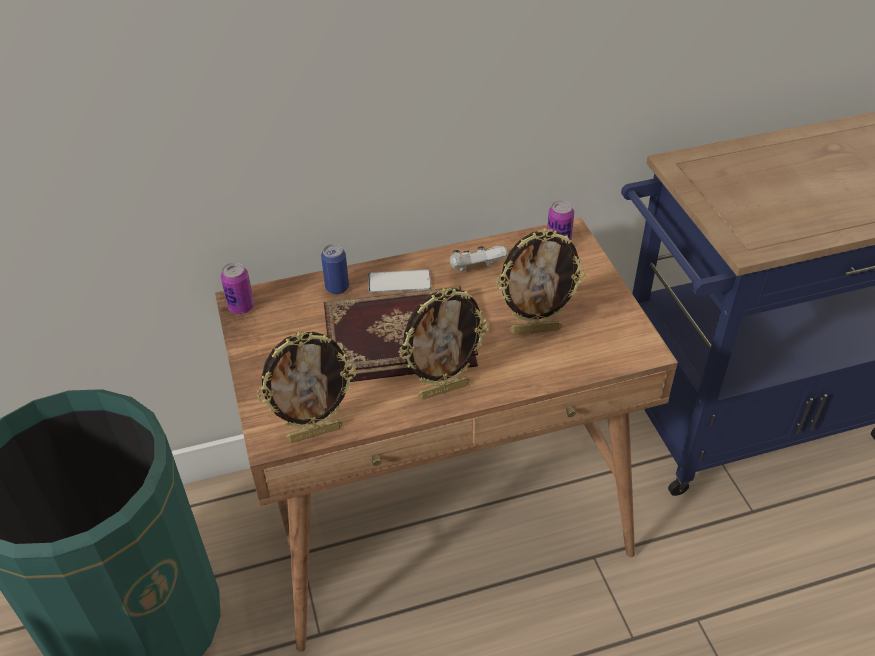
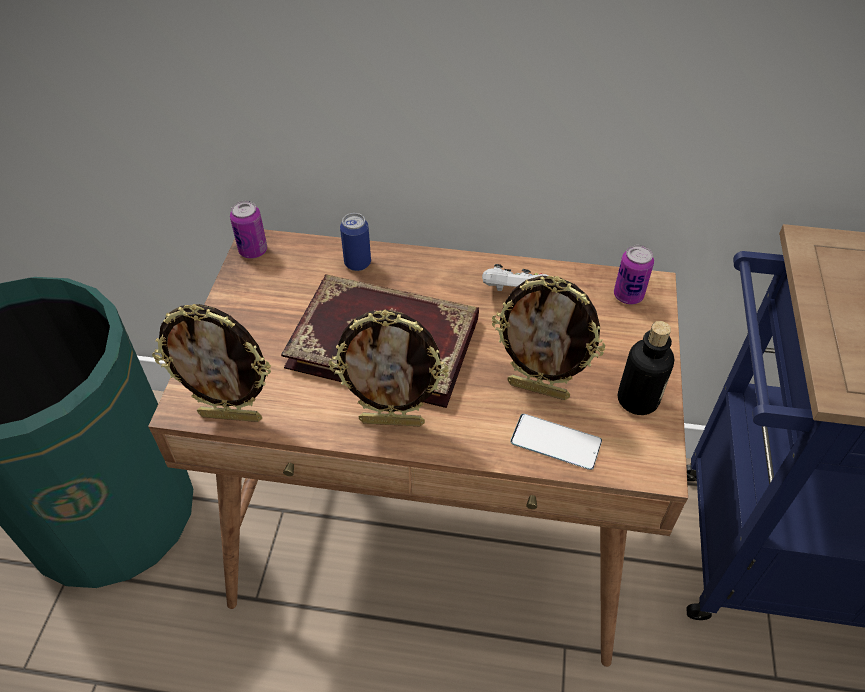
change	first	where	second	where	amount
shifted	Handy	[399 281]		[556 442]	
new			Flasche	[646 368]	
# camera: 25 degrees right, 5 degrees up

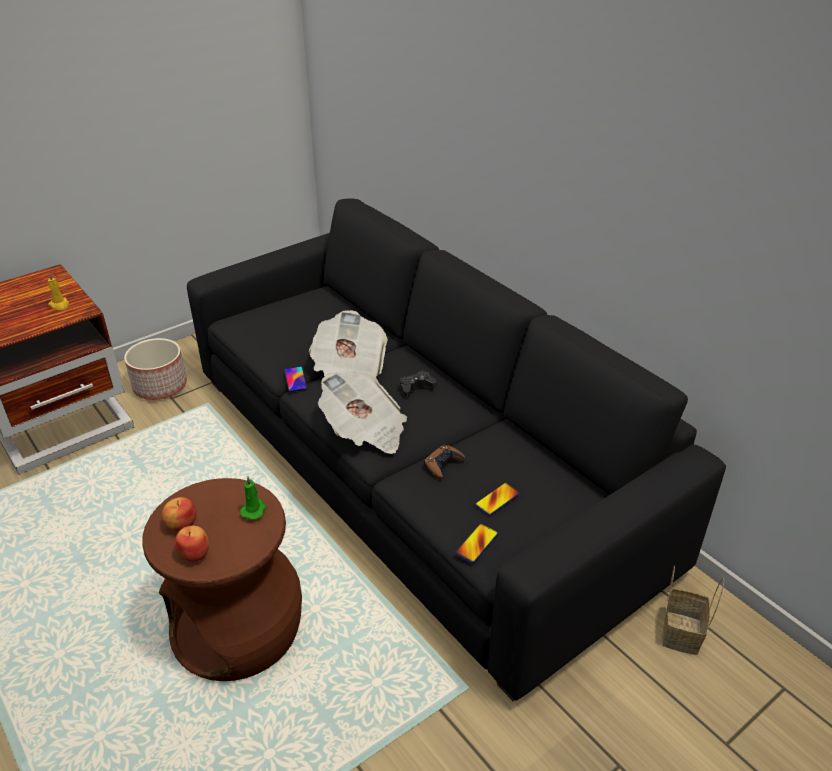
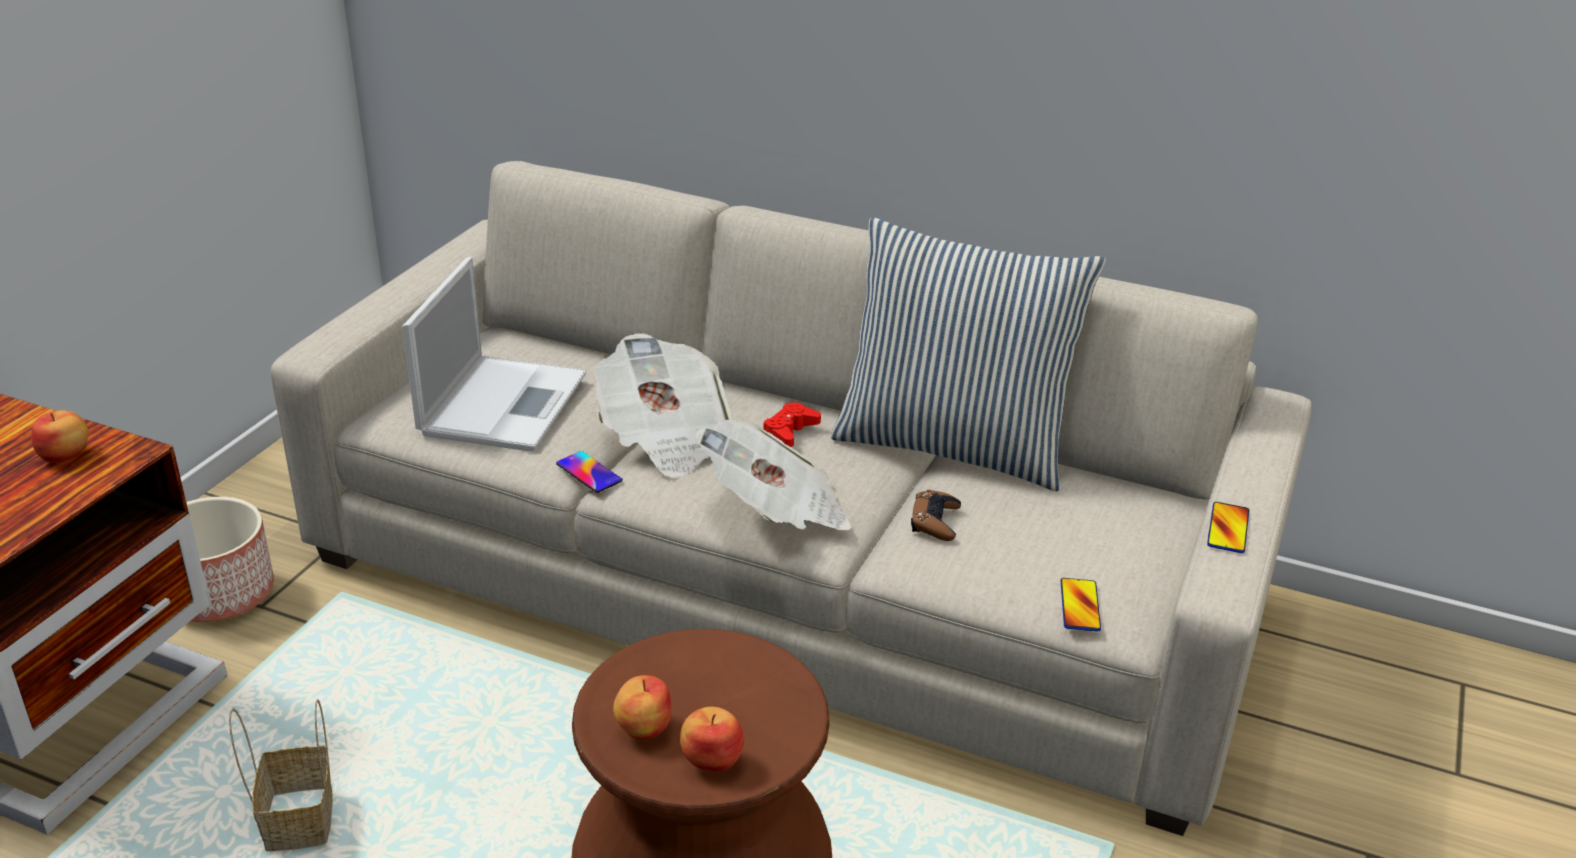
change	first	where	second	where	amount
swapped	Kerze [gelb]	[58 291]	Apfel	[60 436]	
shifted	Korb	[693 610]		[281 775]	
repainted	Sofa [schwarz]	[456 449]	Sofa [beige]	[791 498]	
new			Laptop	[494 354]	
repainted	Gamepad [schwarz]	[418 383]	Gamepad [rot]	[792 424]	
new			Kissen	[968 354]	
shifted	Handy	[497 499]		[1228 527]	
gone	Kerze [grün]	[253 498]			
# camera: 30 degrees left, 5 degrees down

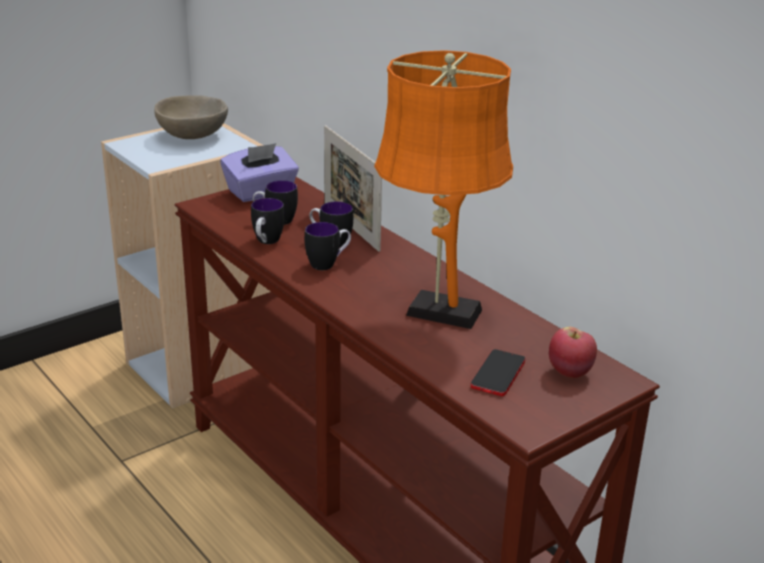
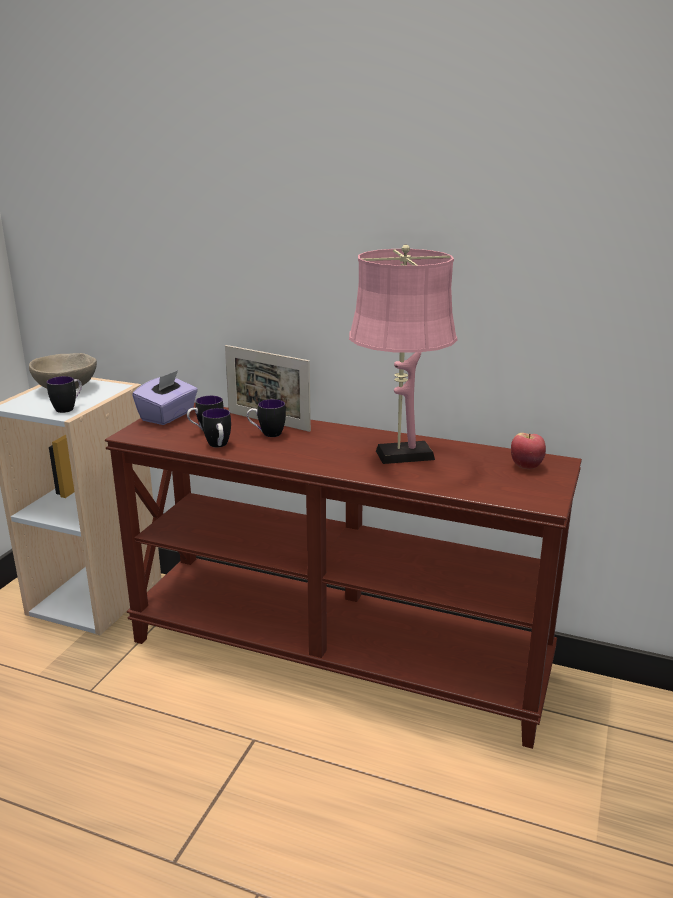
change	first	where	second	where	amount
shifted	Henkelbecher	[328 246]		[64 394]	
repainted	Tischlampe [orange]	[443 189]	Tischlampe [rosa]	[403 354]	
gone	Handy	[498 372]			
# camera: 30 degrees left, 5 degrees down

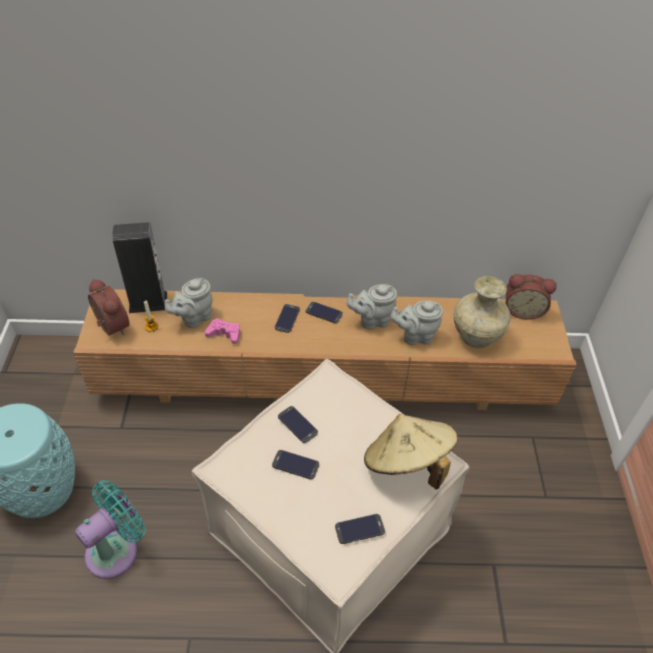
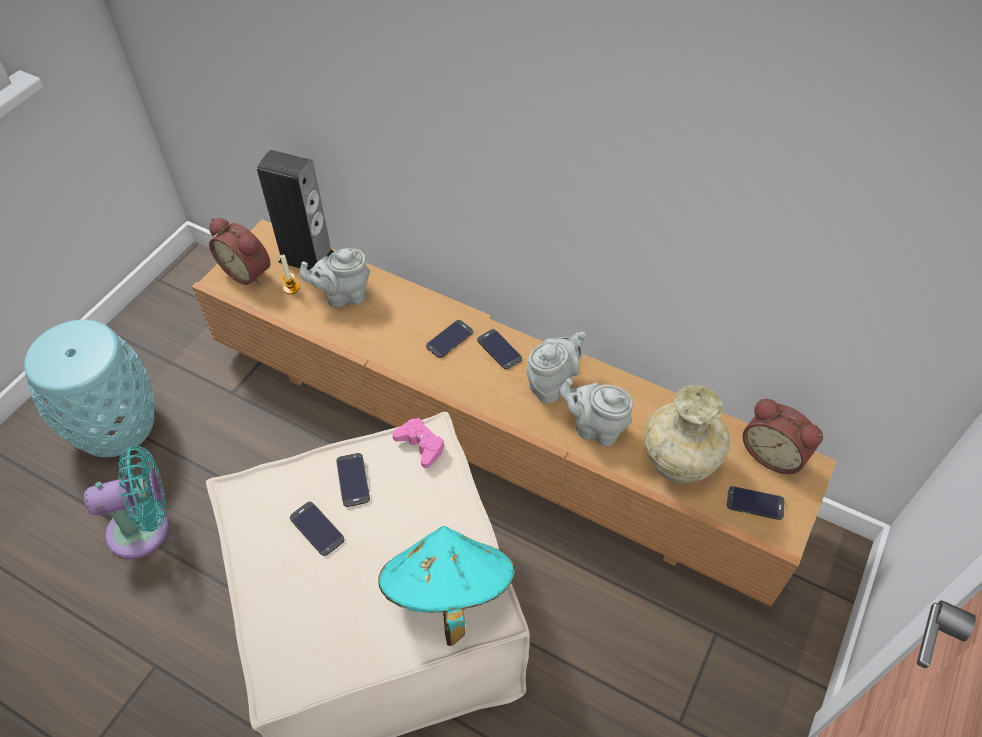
change	first	where	second	where	amount
rotated	Wecker	[109 307]		[239 252]	135 degrees clockwise
repainted	Hut [beige]	[411 452]	Hut [türkis]	[446 586]	
shifted	Gamepad [rosa]	[222 331]		[418 443]	
rotated	Teekanne [grau]	[371 306]		[556 368]	120 degrees clockwise
shifted	Handy	[360 529]		[756 503]	
# camera: 30 degrees right, 5 degrees up

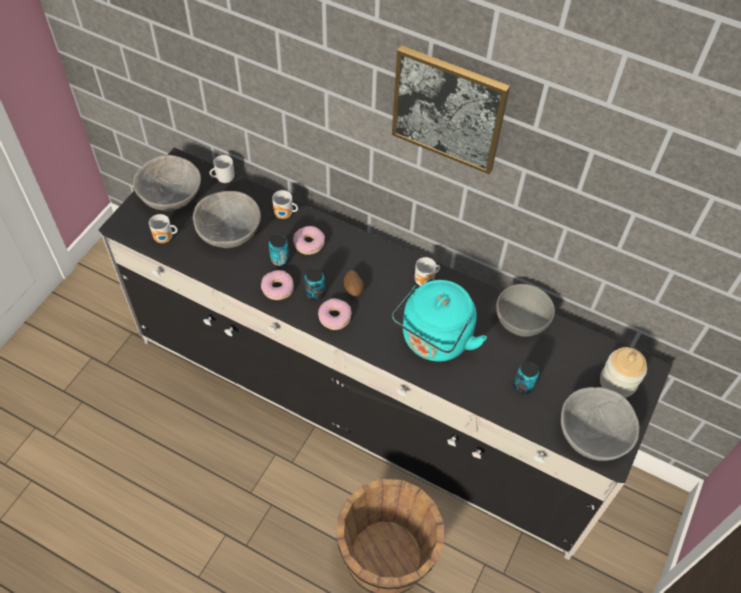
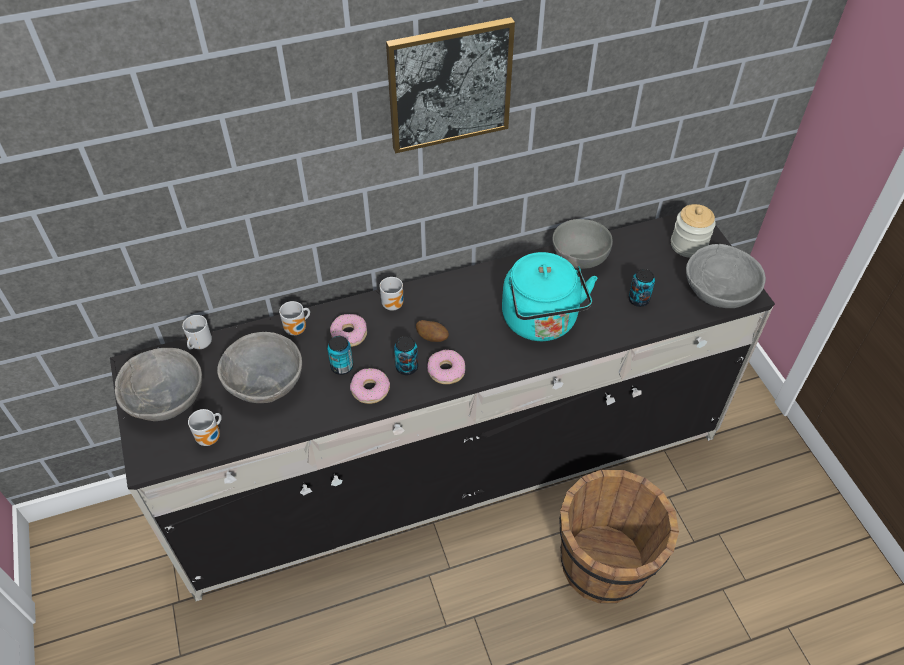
change	first	where	second	where	amount
shifted	Henkelbecher	[427 271]		[391 294]	
# camera: 45 degrees left, 5 degrees down

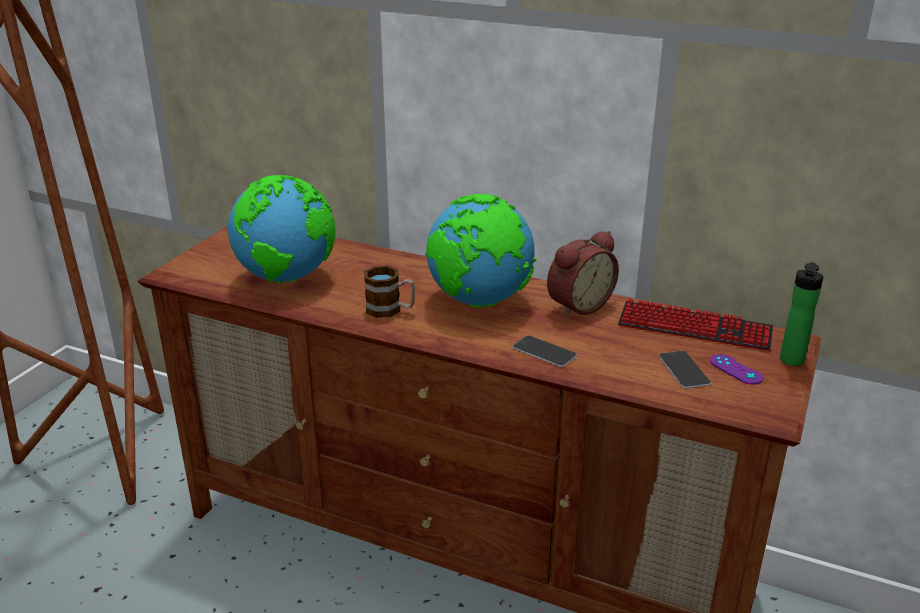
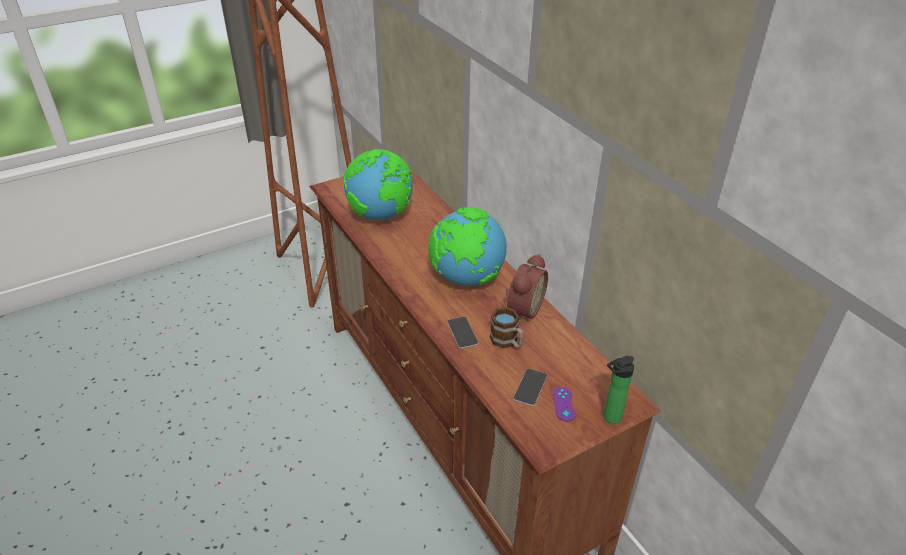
change	first	where	second	where	amount
shifted	Henkelbecher	[389 291]		[507 327]	
rotated	Wecker	[583 274]		[527 288]	60 degrees counterclockwise
gone	Tastatur	[695 325]			
# camera: 35 degrees right, 10 degrees up

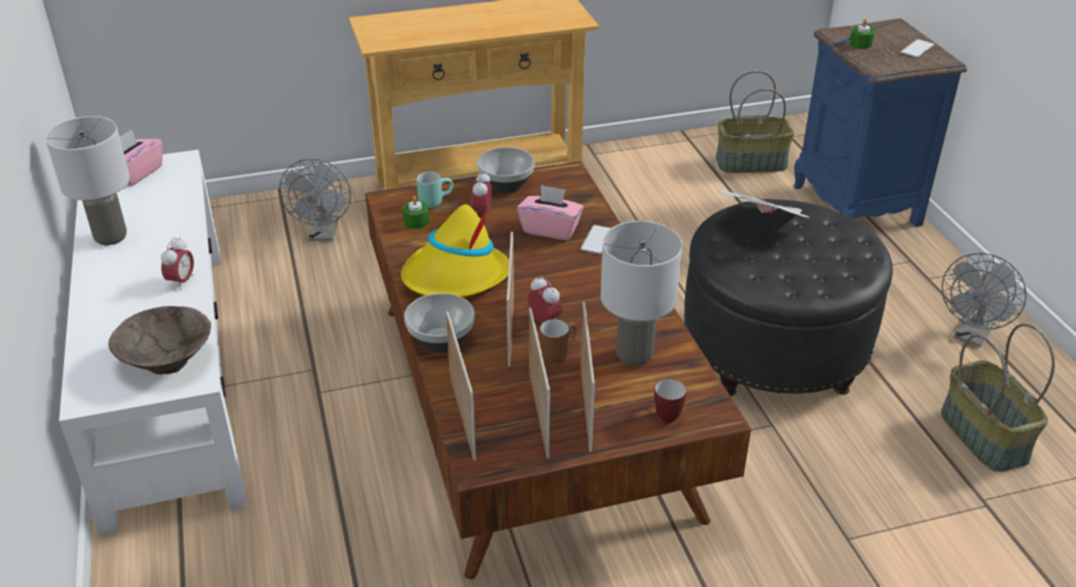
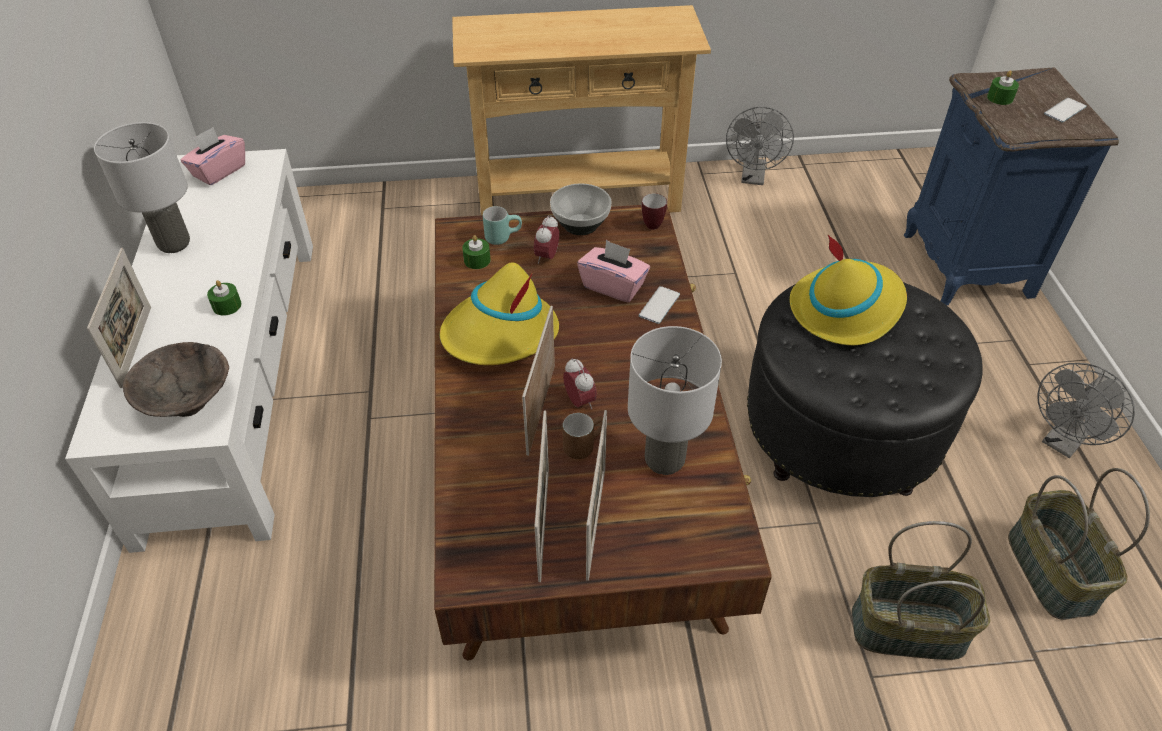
change	first	where	second	where	amount
shifted	Bilderrahmen	[461 386]		[119 318]	
swapped	Wecker	[177 263]	Kerze [grün]	[224 298]	
shifted	Henkelbecher	[670 401]		[654 211]	
shifted	Ventilator [grau]	[315 200]		[760 146]	
swapped	Zeitung	[763 204]	Hut [gelb]	[848 290]	
shifted	Korb	[755 121]		[921 590]	
gone	Schüssel	[439 322]			
# camera: 10 degrees right, 10 degrees up

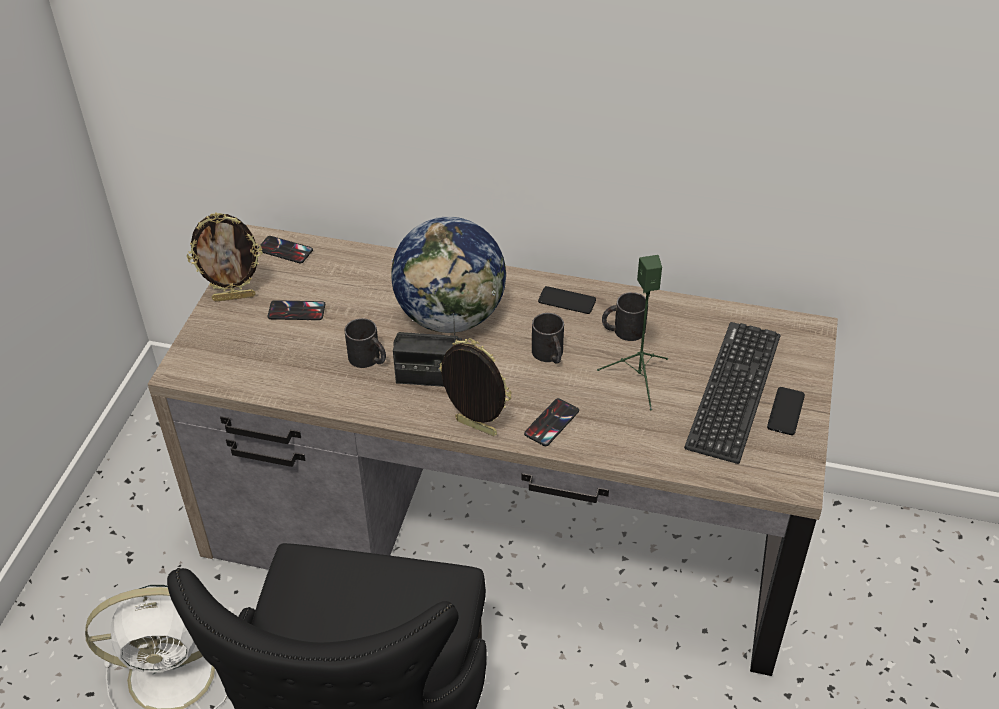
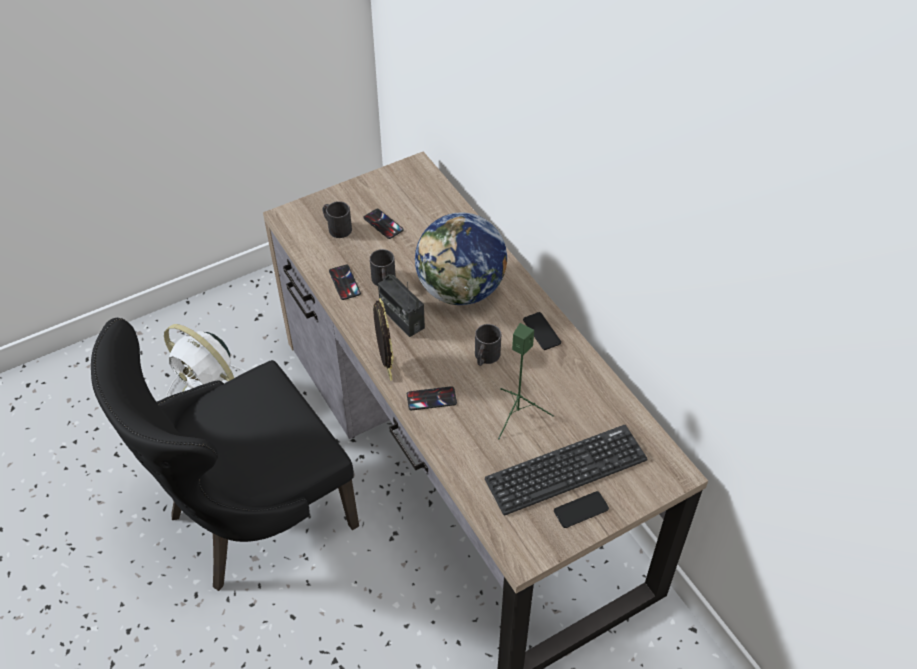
change	first	where	second	where	amount
shifted	Henkelbecher [schwarz]	[625 316]		[337 219]	
shifted	Handy	[285 249]		[345 282]	
gone	Bilderrahmen	[224 257]			
# camera: 45 degrees right, 5 degrees up

